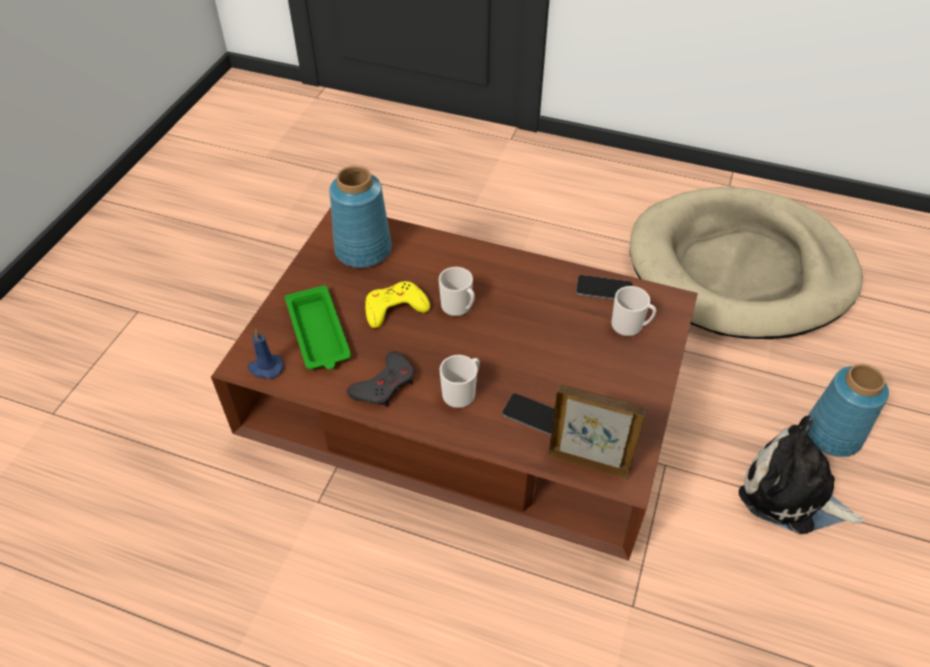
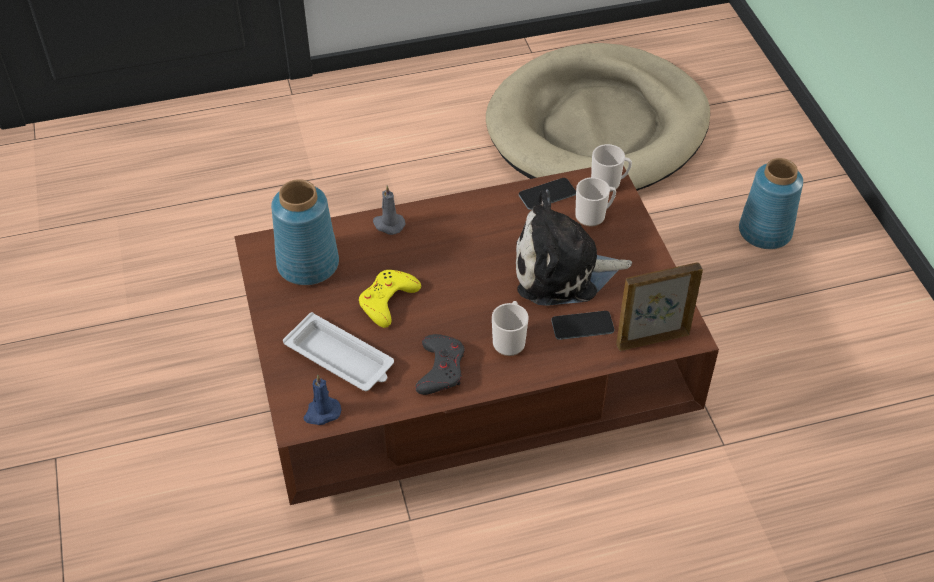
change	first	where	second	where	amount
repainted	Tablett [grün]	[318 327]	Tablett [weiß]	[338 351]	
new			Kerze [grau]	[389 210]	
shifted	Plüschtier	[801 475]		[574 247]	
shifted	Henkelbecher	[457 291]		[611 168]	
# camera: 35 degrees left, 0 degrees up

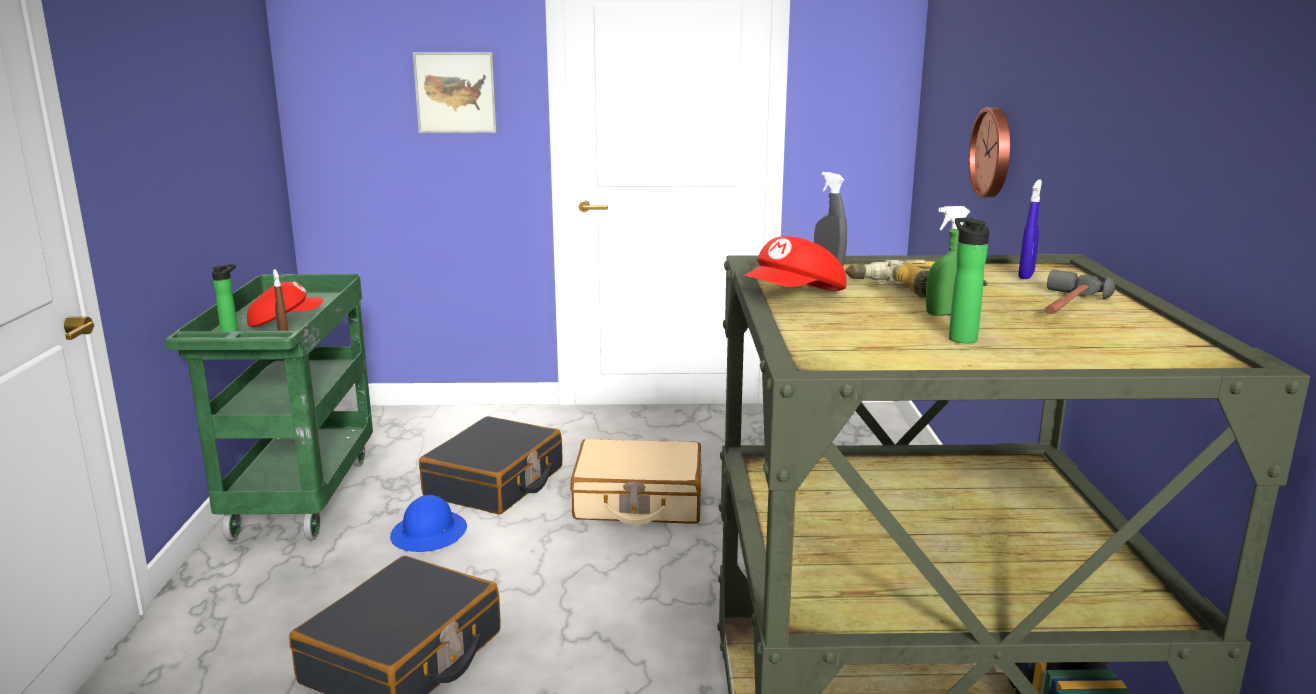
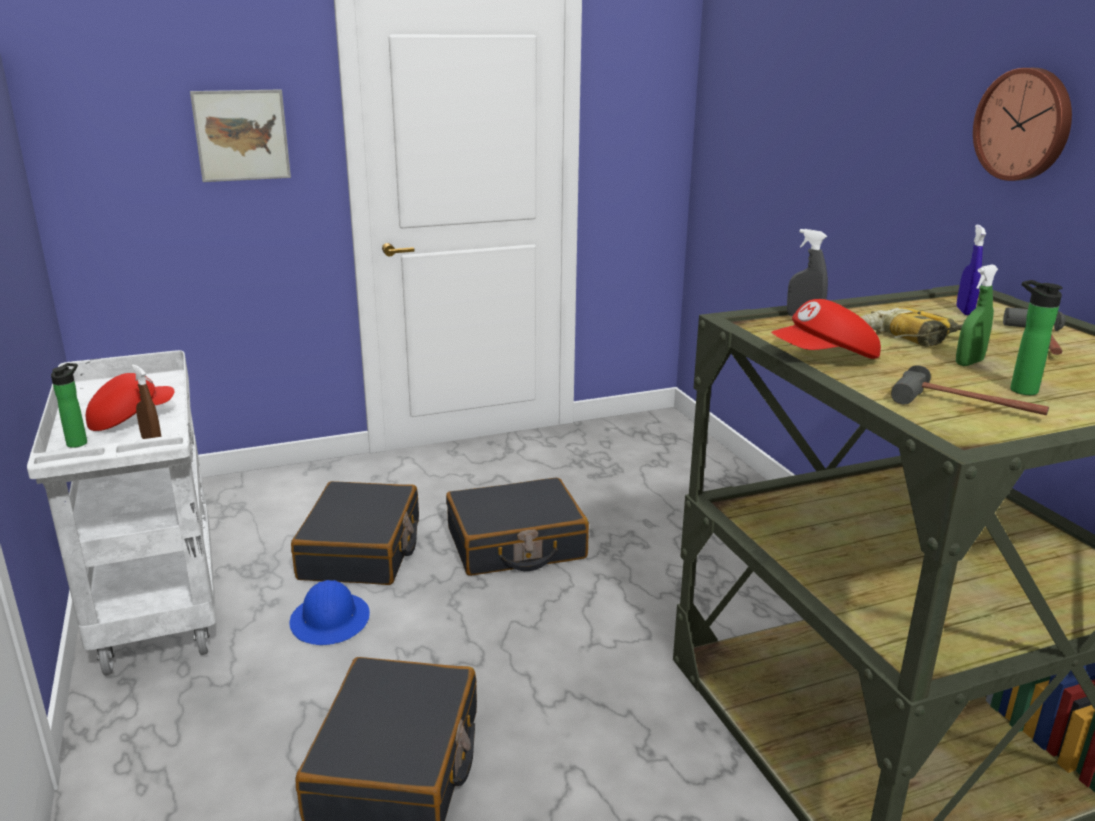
change	first	where	second	where	amount
repainted	Rollwagen [grün]	[269 407]	Rollwagen [weiß]	[121 512]	
repainted	Koffer [beige]	[636 482]	Koffer [schwarz]	[517 527]	
rotated	Kappe [rot]	[795 263]		[826 329]	45 degrees clockwise
new			Hammer	[970 390]	
shifted	Wanduhr	[989 152]		[1022 124]	
# camera: 20 degrees left, 5 degrees up

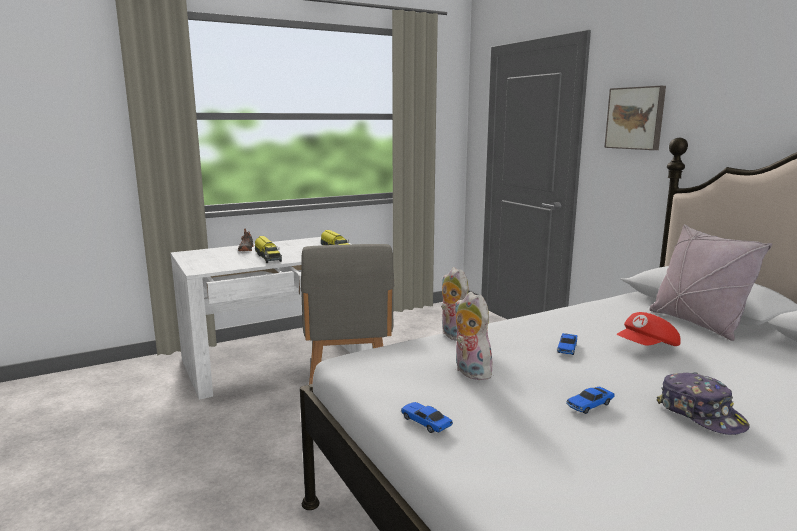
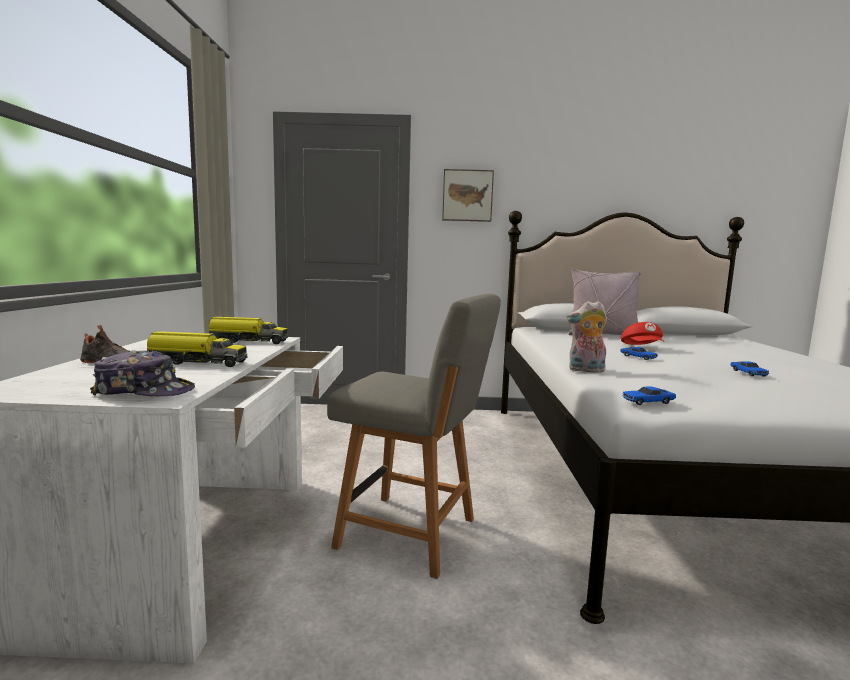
change	first	where	second	where	amount
shifted	Kappe	[703 403]		[142 373]	
shifted	Spielzeugauto	[427 417]		[649 395]	
gone	Plüschtier	[473 336]			
# camera: 60 degrees left, 5 degrees down

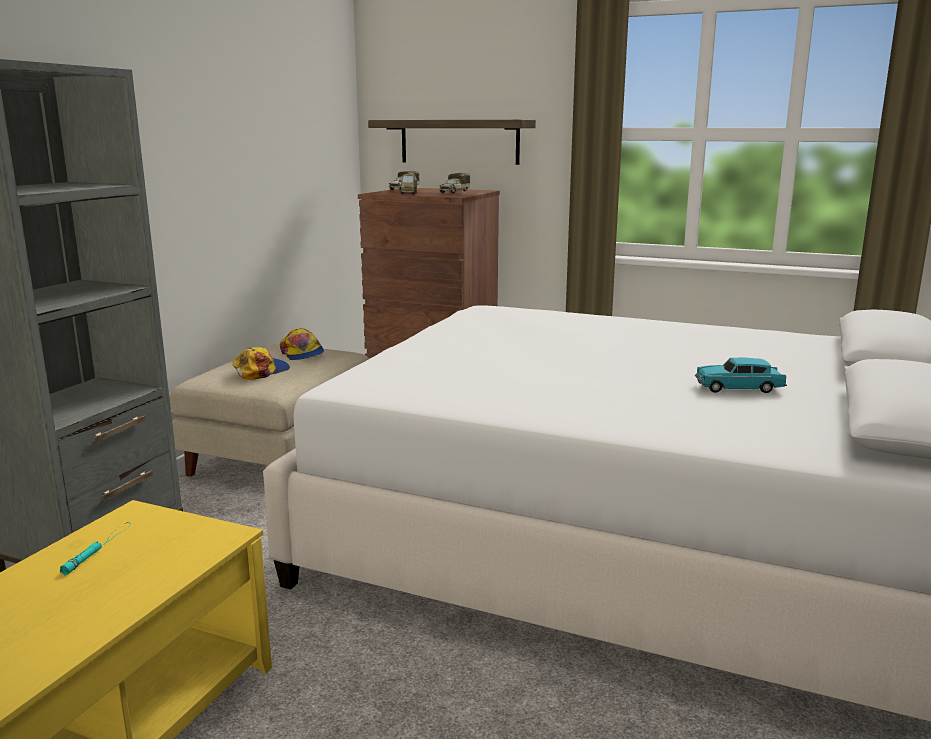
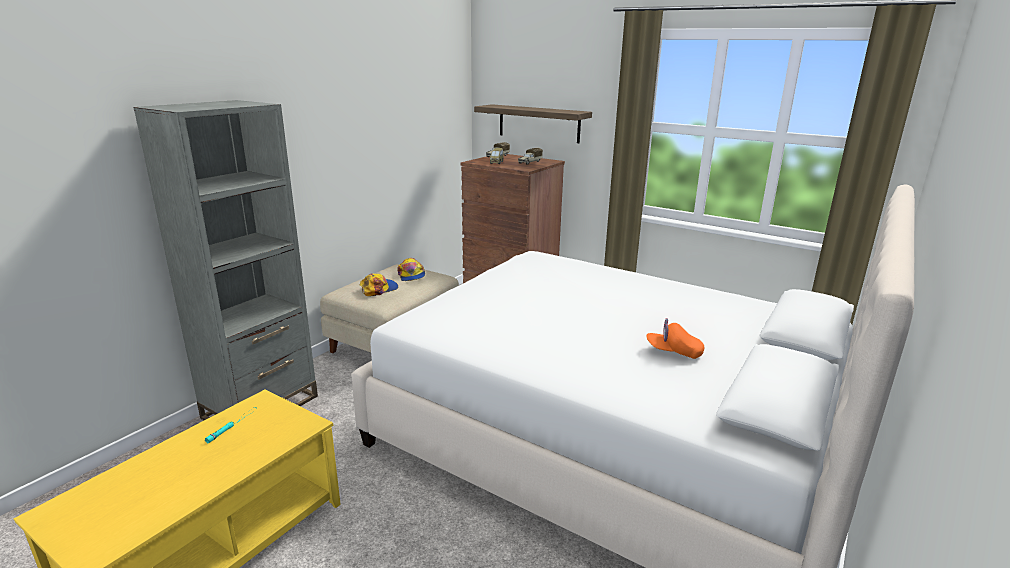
change	first	where	second	where	amount
swapped	Spielzeugauto [türkis]	[741 375]	Kappe [orange]	[675 338]	
# camera: 10 degrees right, 5 degrees up

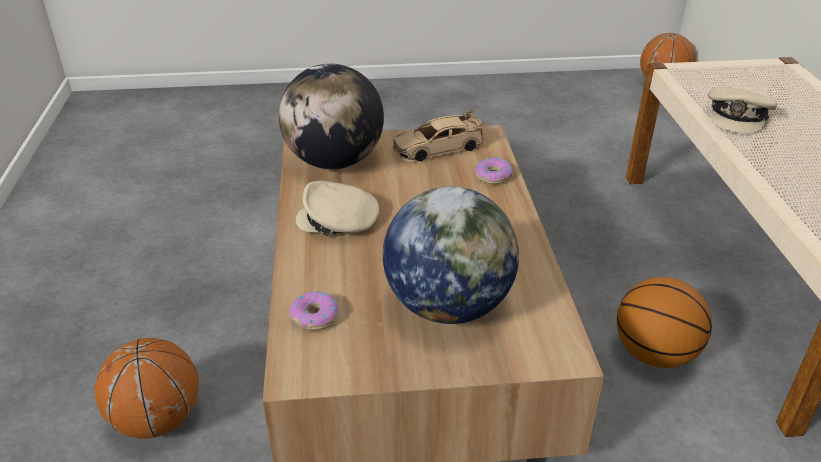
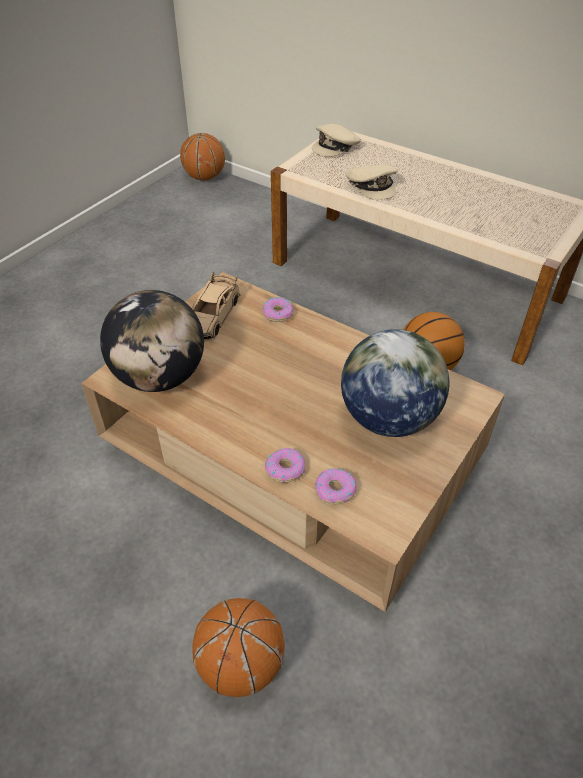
change	first	where	second	where	amount
new			Donut	[285 465]	
shifted	Kappe [beige]	[337 208]		[336 140]	
# camera: 50 degrees left, 10 degrees up

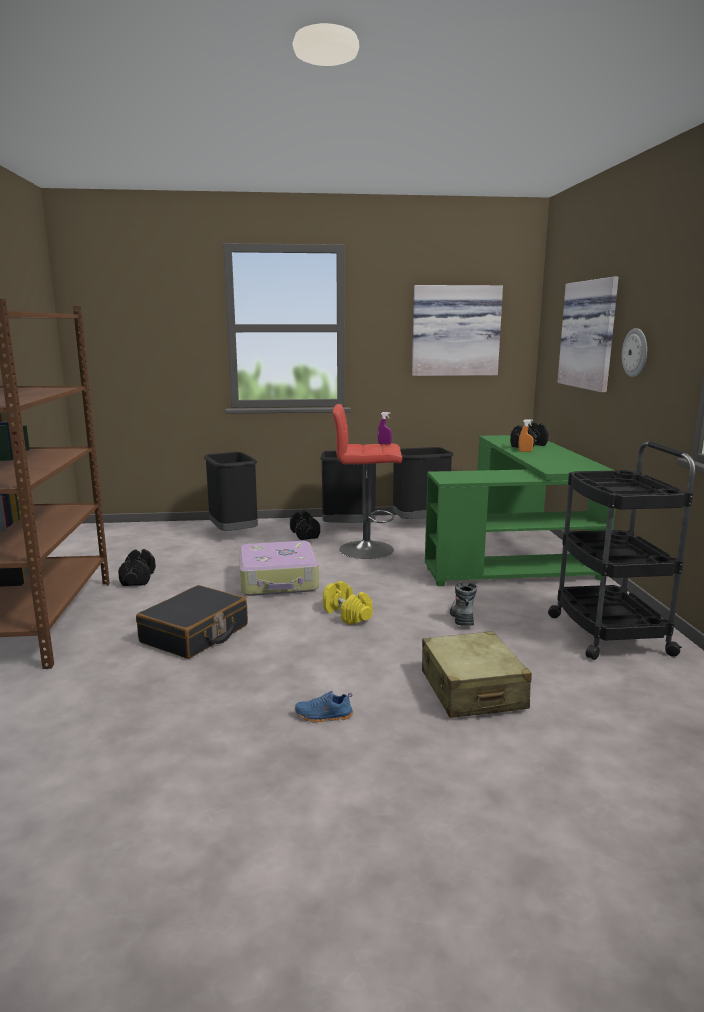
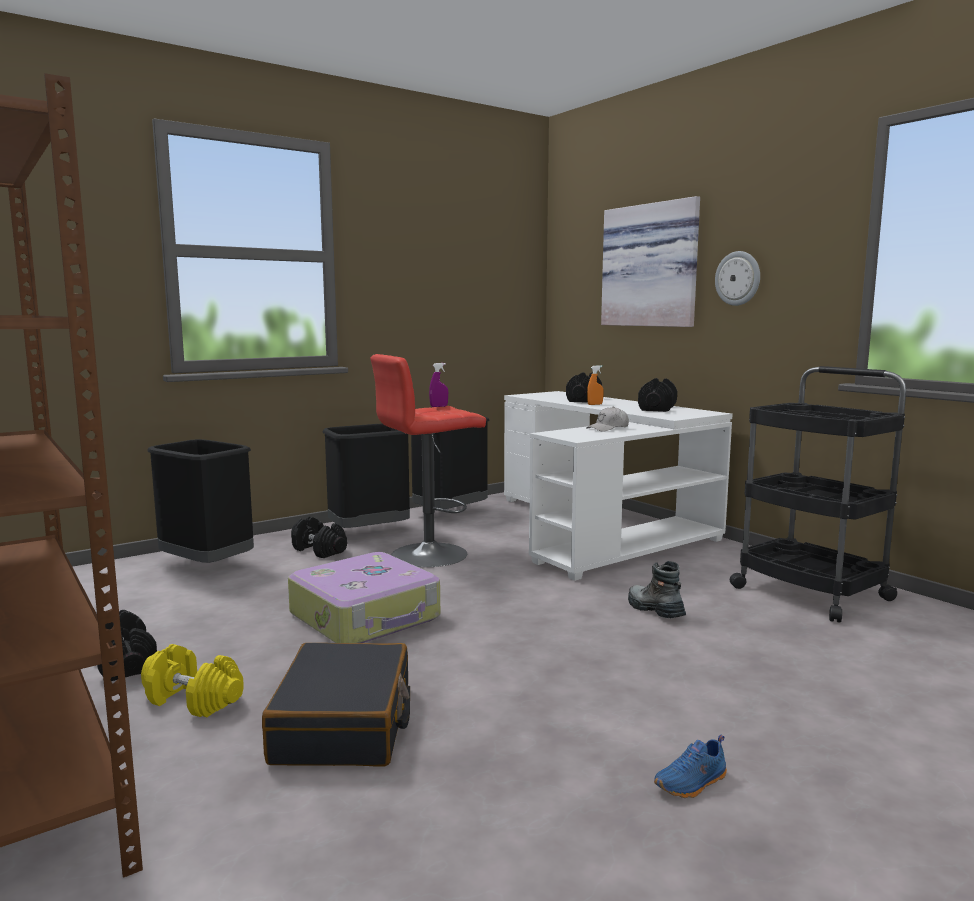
change	first	where	second	where	amount
shifted	Hantel [gelb]	[348 603]		[192 680]	
repainted	Schreibtisch [grün]	[520 510]	Schreibtisch [weiß]	[618 486]	
new			Kappe [weiß]	[607 419]	
new			Hantel [schwarz]	[657 395]	
gone	Bild	[457 330]			
gone	Koffer [beige]	[477 674]			
# camera: 30 degrees left, 5 degrees down

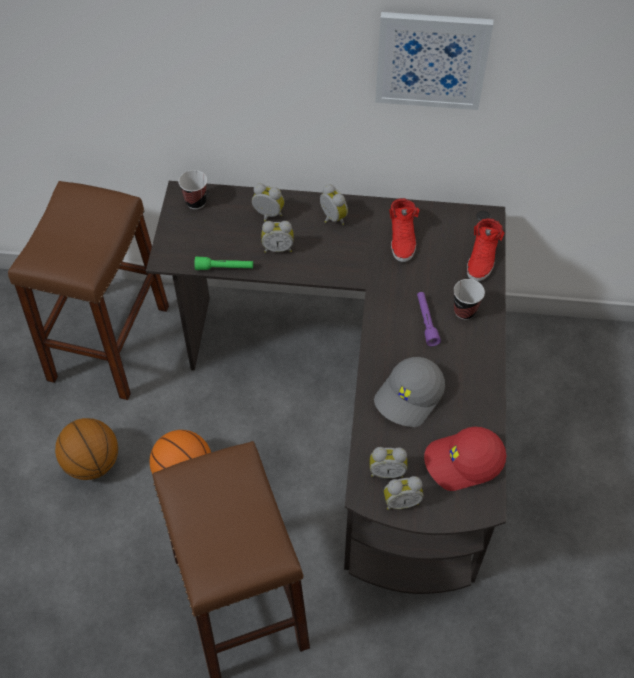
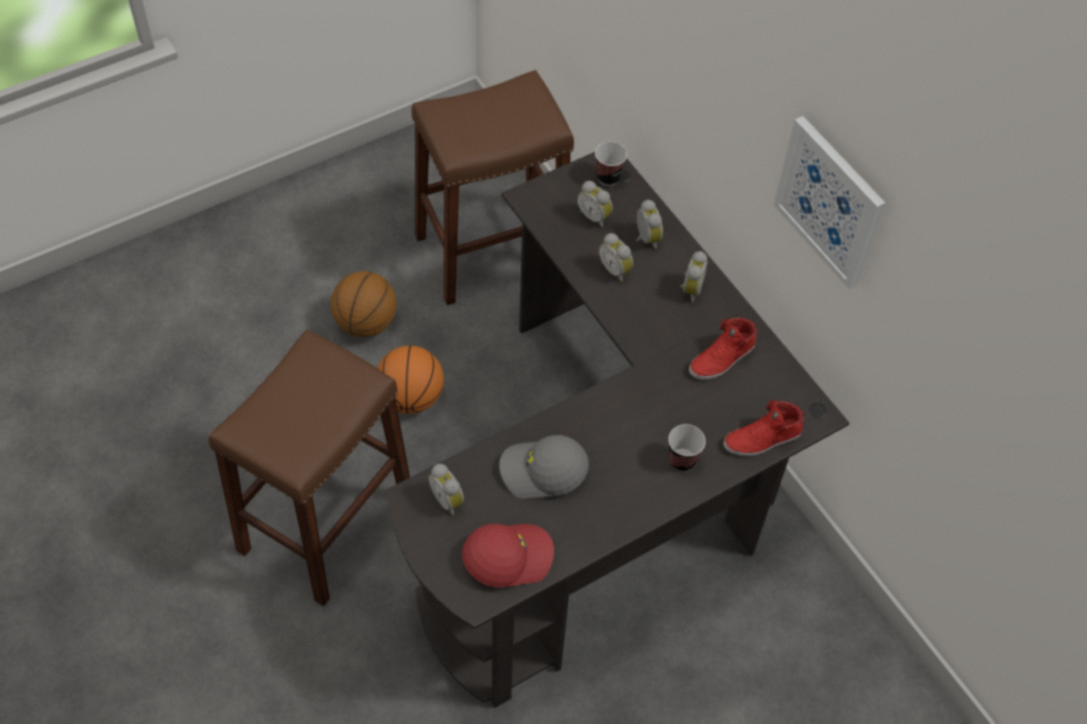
change	first	where	second	where	amount
rotated	Kappe [rot]	[465 459]		[508 556]	120 degrees clockwise
shifted	Wecker	[404 493]		[595 204]	
gone	Taschenlampe [grün]	[224 263]			
gone	Taschenlampe [lila]	[429 319]			
# camera: 50 degrees right, 0 degrees up

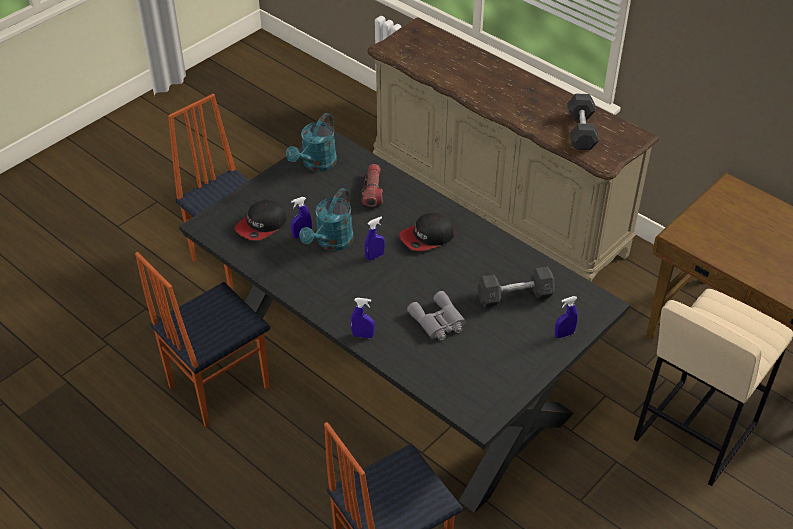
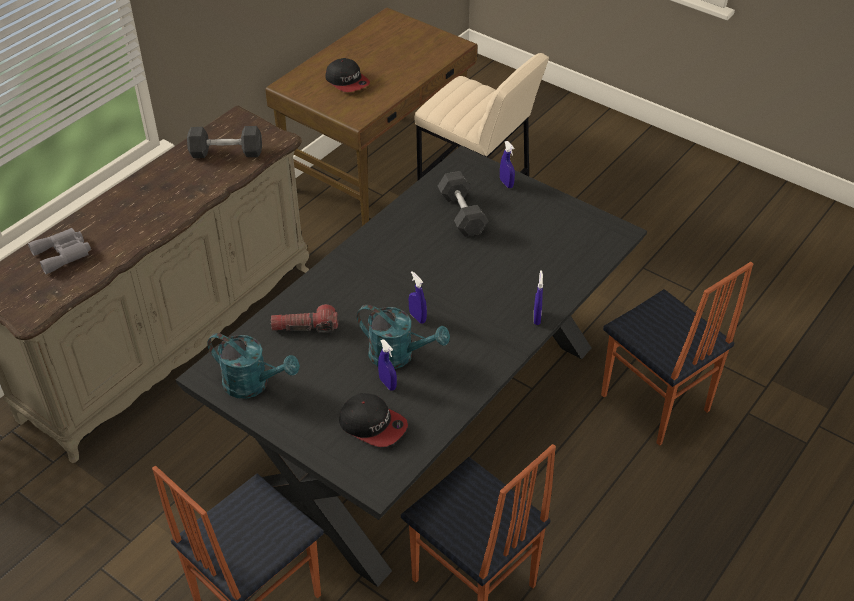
change	first	where	second	where	amount
shifted	Fernglas [grau]	[436 315]		[59 251]	
shifted	Kappe	[426 232]		[348 75]	
# camera: 95 degrees left, 0 degrees up

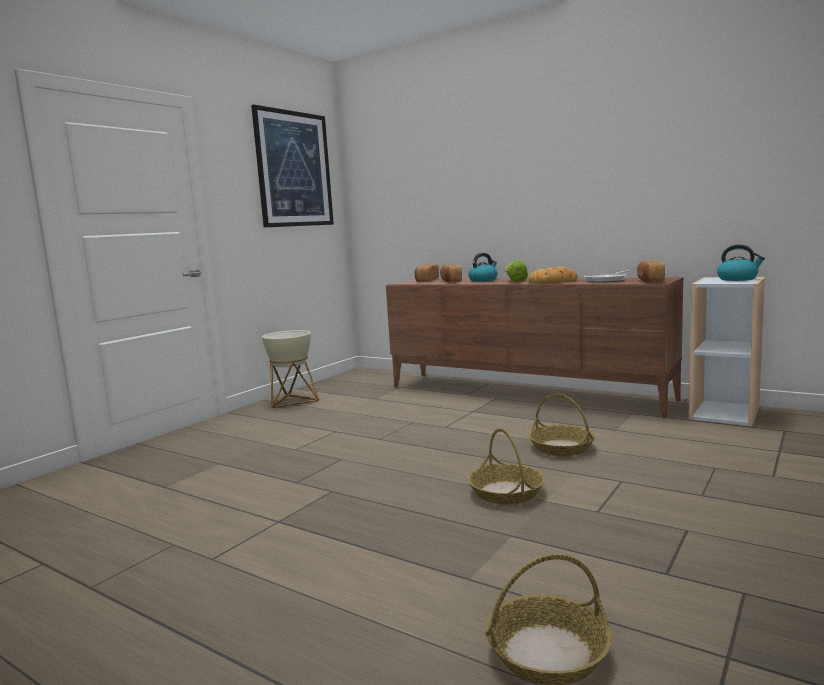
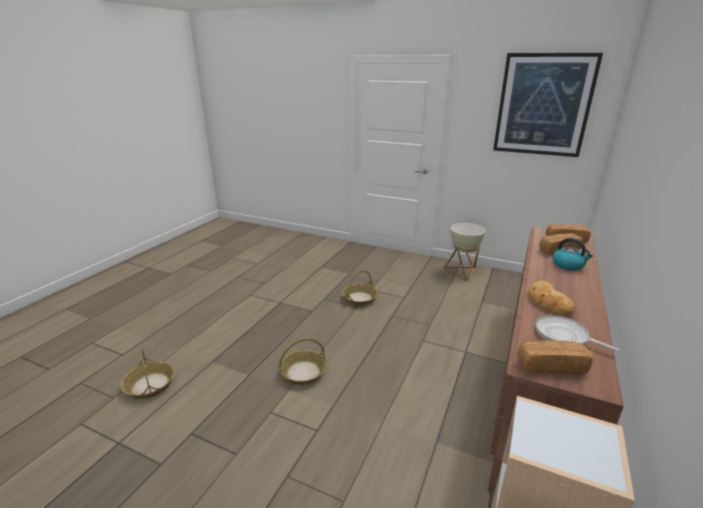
change	first	where	second	where	amount
shifted	Korb	[561 425]		[360 288]	
gone	Salatkopf	[516 271]			
gone	Wasserkessel	[741 262]			
# camera: 80 degrees right, 15 degrees up

